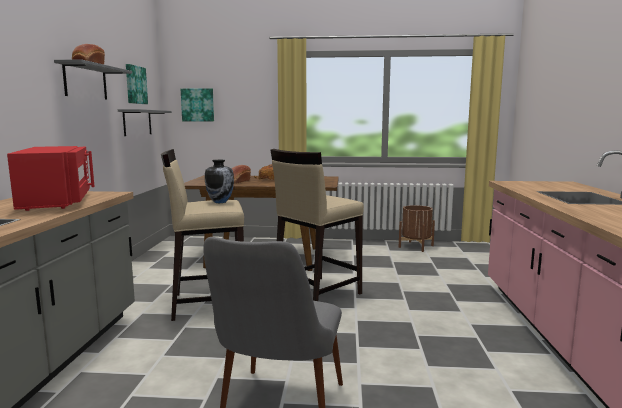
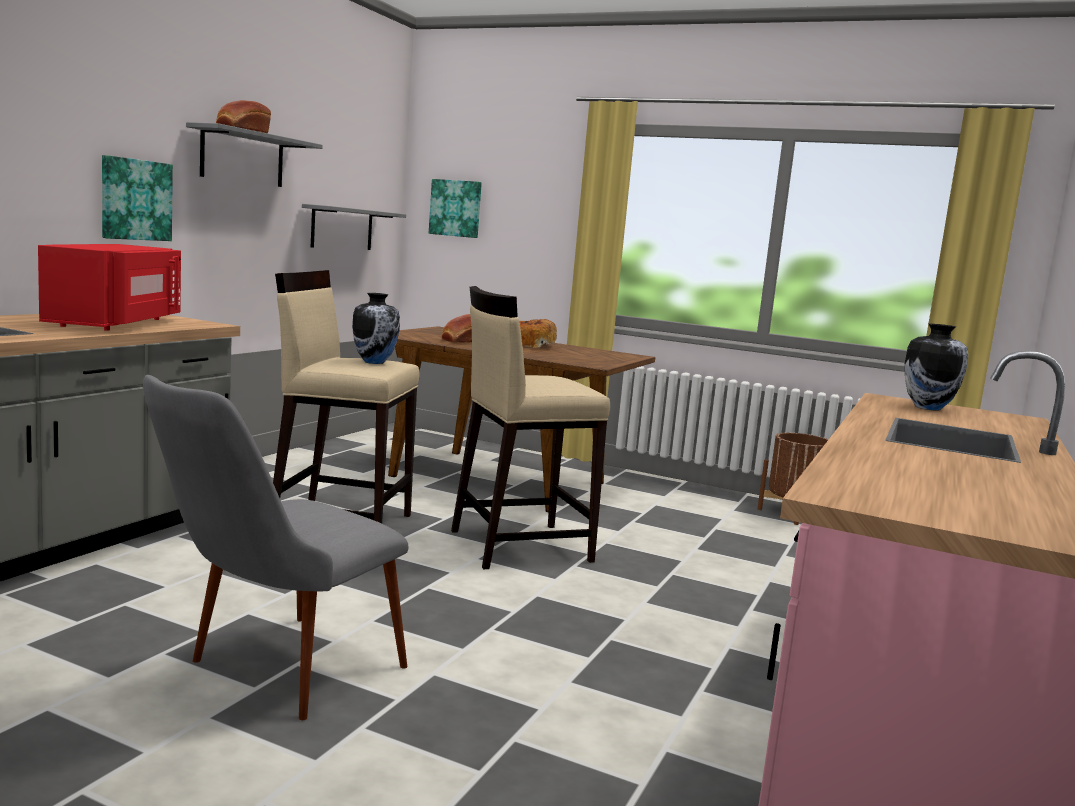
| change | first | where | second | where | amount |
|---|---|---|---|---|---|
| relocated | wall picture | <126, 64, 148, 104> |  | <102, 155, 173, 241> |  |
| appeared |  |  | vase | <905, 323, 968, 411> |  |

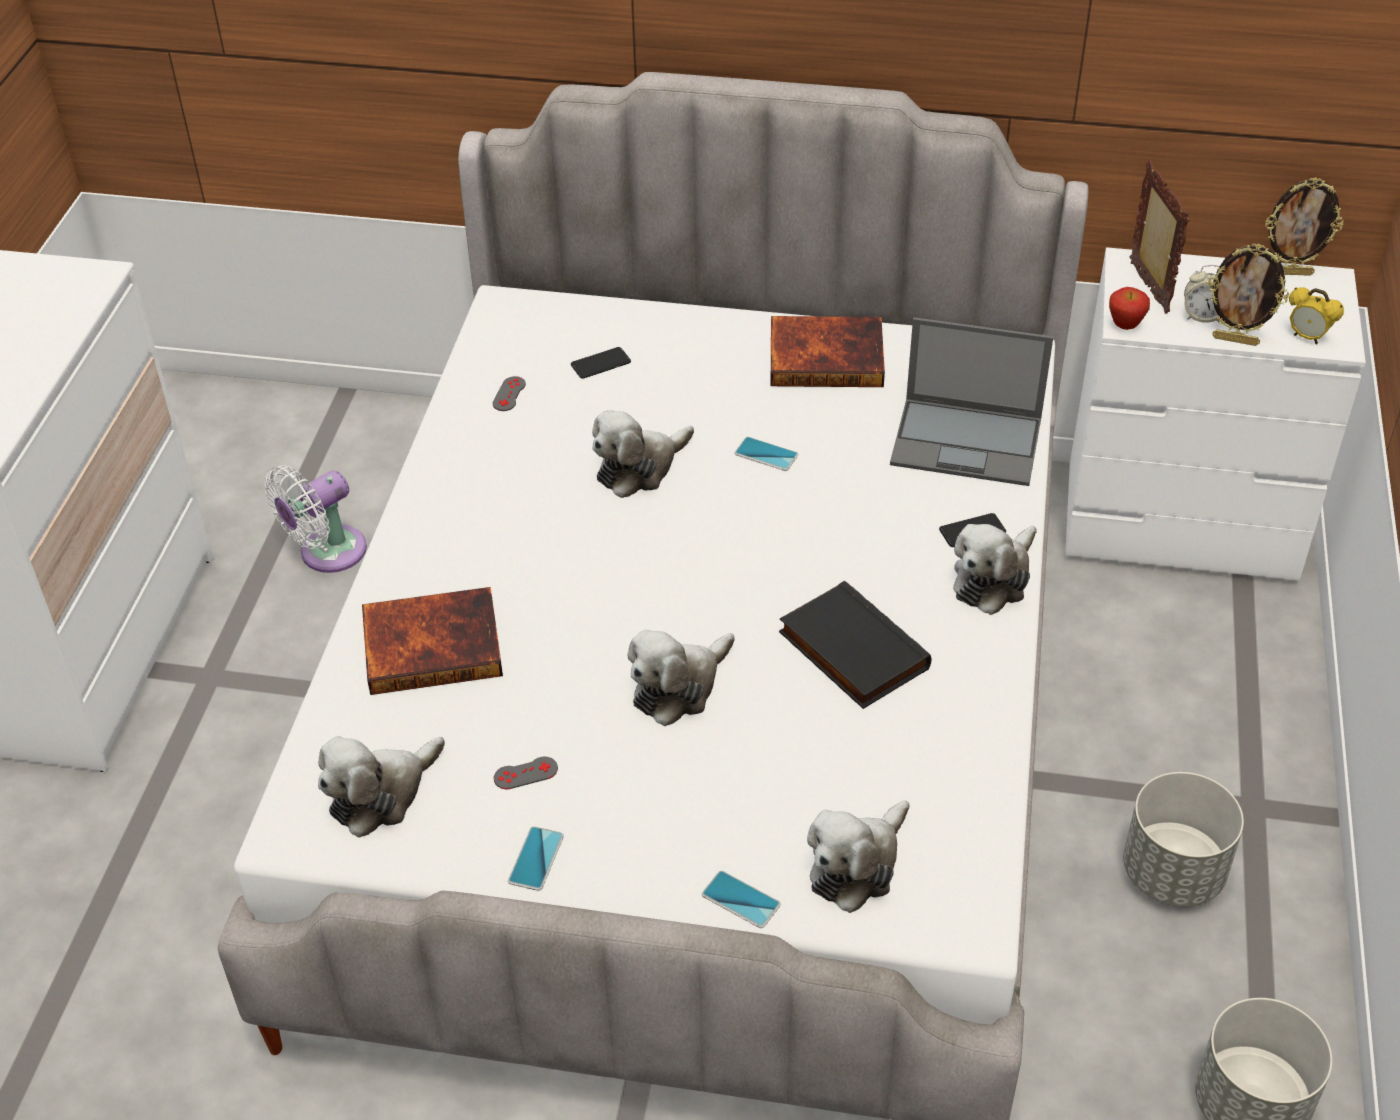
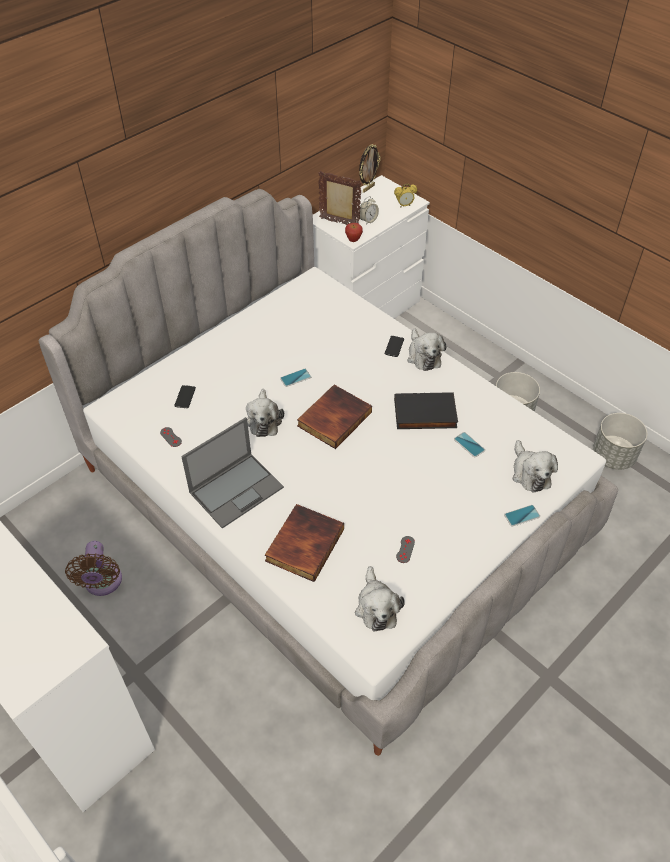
| change | first | where | second | where | amount |
|---|---|---|---|---|---|
| colour | white cooling fan | <265, 465, 367, 573> | brown cooling fan | <65, 541, 122, 596> |  |
| relocated | handset | <508, 826, 564, 891> |  | <454, 432, 485, 457> |  |
| missing | soft toy | <627, 629, 735, 726> |  |  |  |
| relocated | book | <771, 316, 885, 387> |  | <297, 385, 372, 449> |  |
| relocated | portable computer | <890, 317, 1053, 486> |  | <181, 417, 284, 529> |  |
| missing | photo frame | <1207, 244, 1289, 346> |  |  |  |

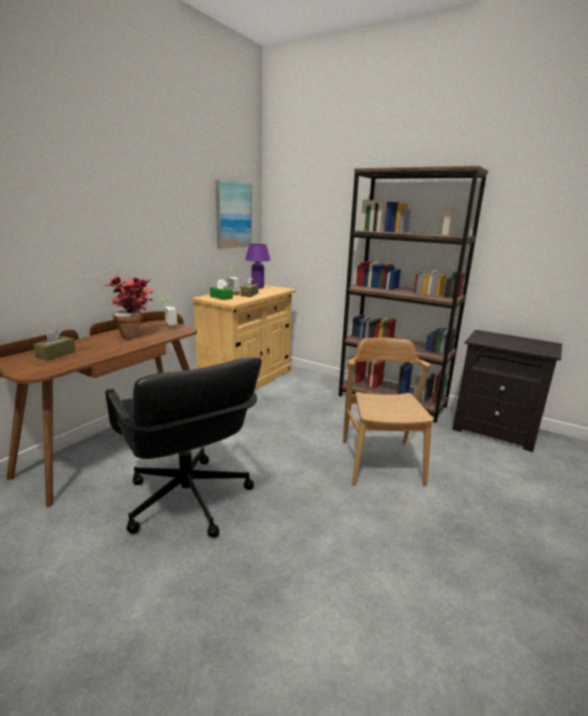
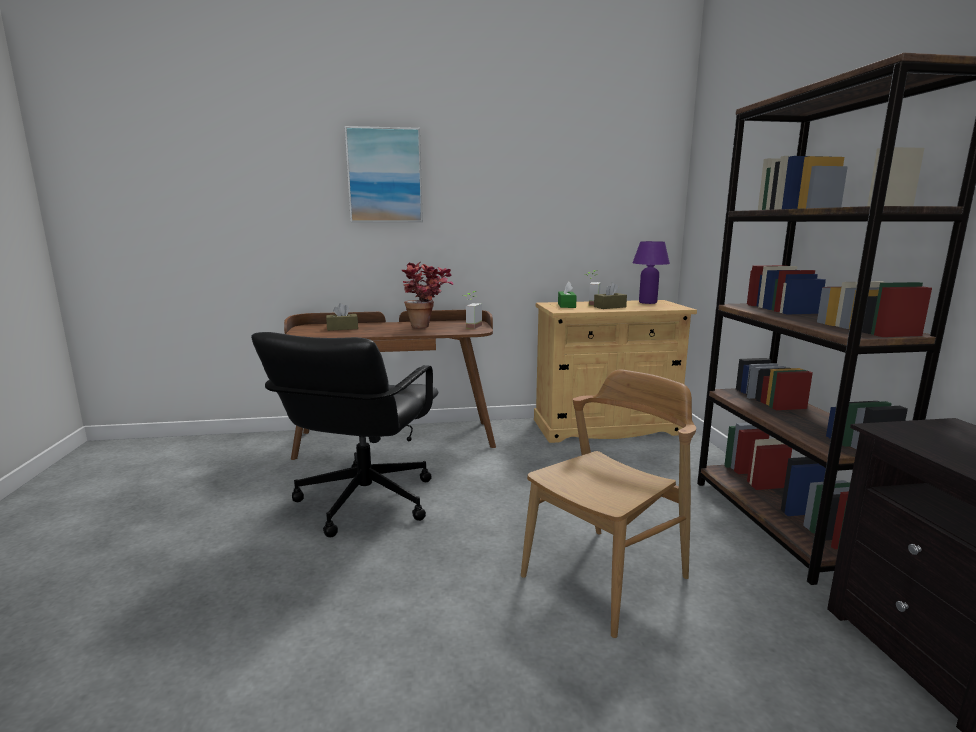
| change | first | where | second | where | amount |
|---|---|---|---|---|---|
| relocated | wall picture | <215, 180, 252, 249> |  | <345, 126, 423, 222> |  |

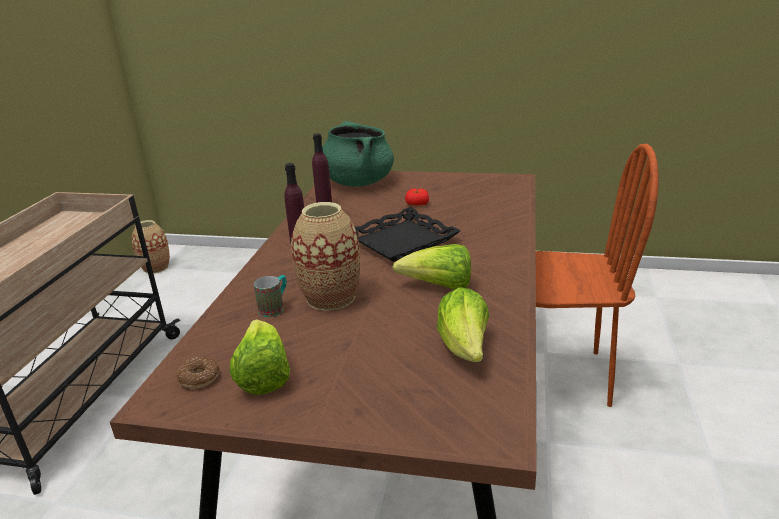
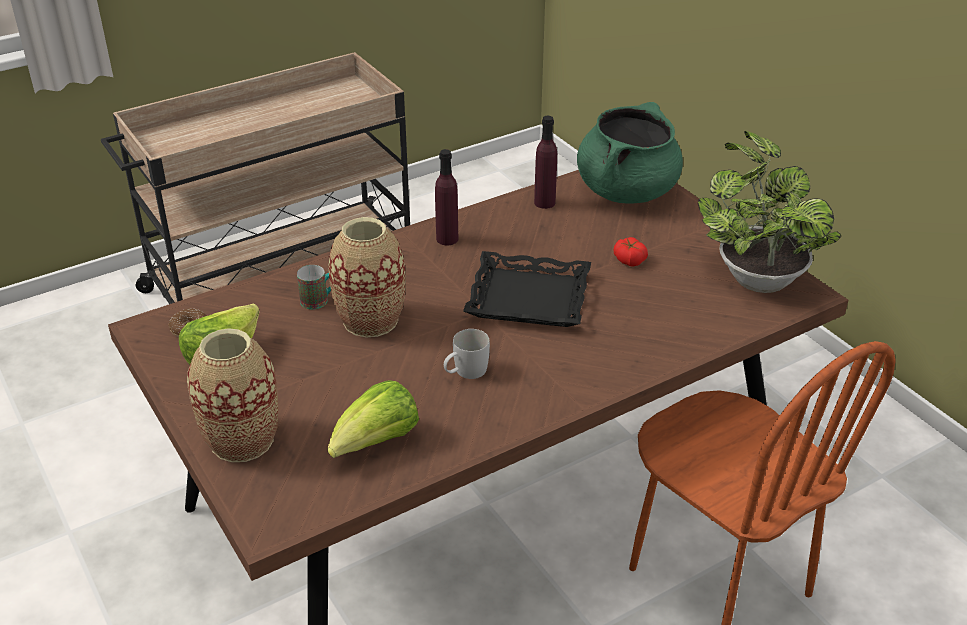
| change | first | where | second | where | amount |
|---|---|---|---|---|---|
| relocated | vase | <132, 220, 170, 273> |  | <187, 328, 278, 462> |  |
| exchanged | lettuce head | <392, 244, 471, 290> | white tea mug | <444, 329, 490, 379> |  |
| appeared |  |  | plant in a pot | <698, 131, 841, 293> |  |

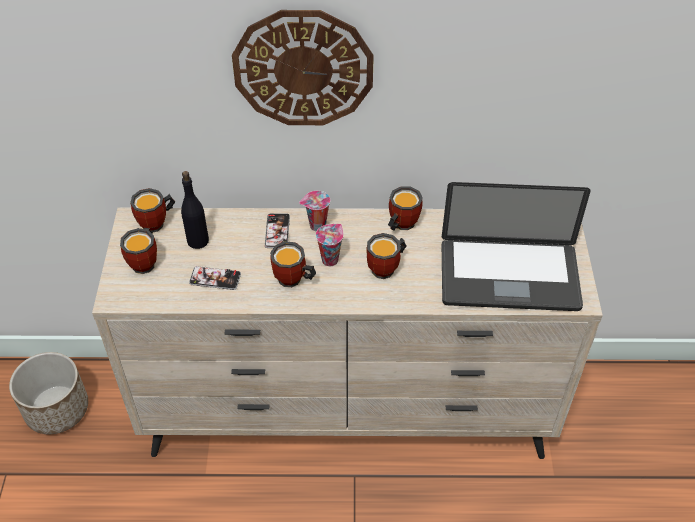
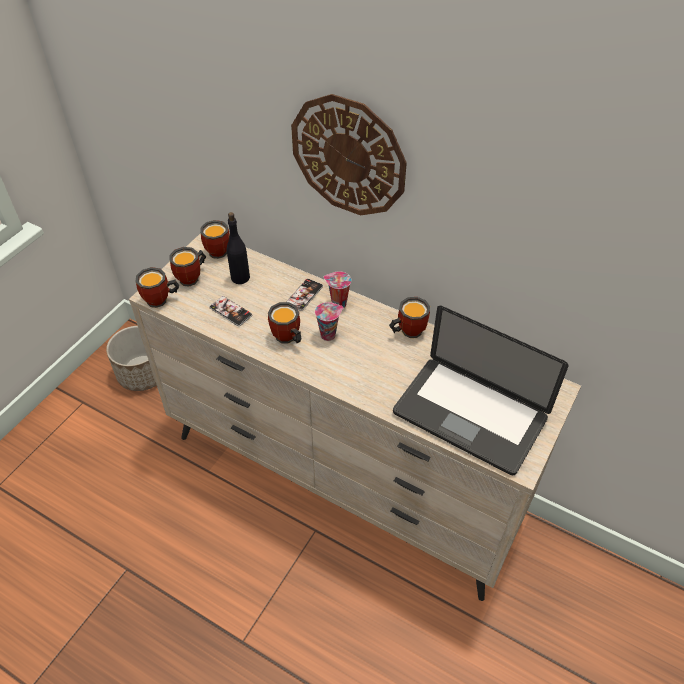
| change | first | where | second | where | amount |
|---|---|---|---|---|---|
| relocated | tea mug | <366, 233, 407, 279> |  | <135, 267, 179, 308> |  |

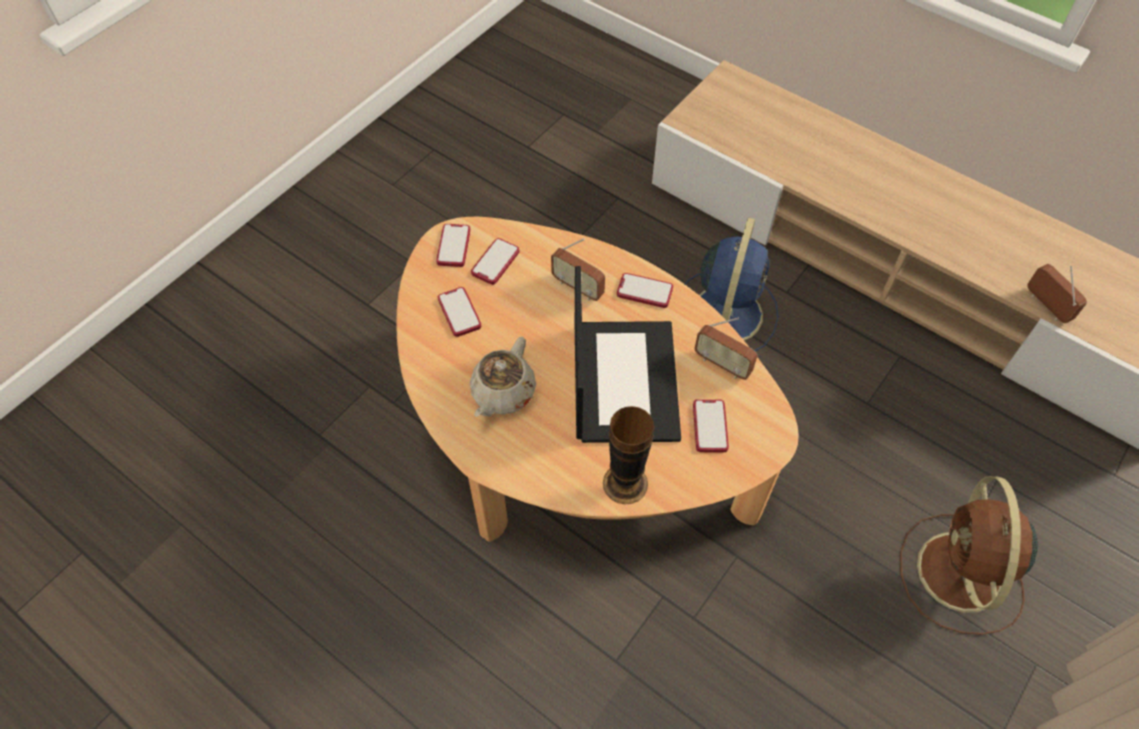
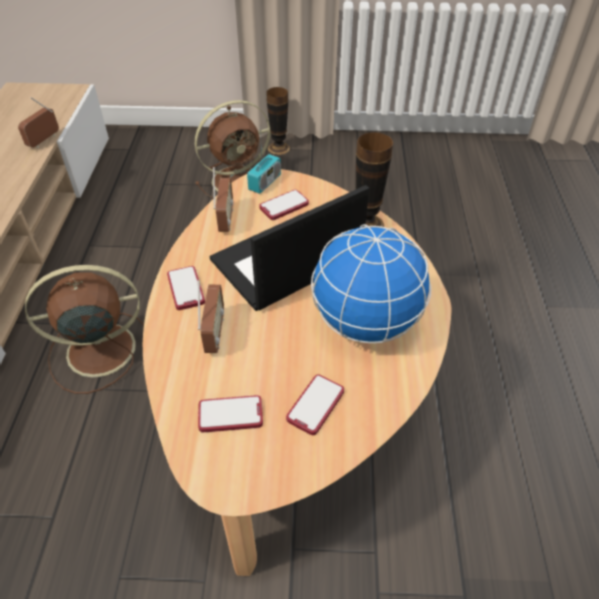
| change | first | where | second | where | amount |
|---|---|---|---|---|---|
| missing | handset | <436, 224, 471, 267> |  |  |  |
| exchanged | sand-coloured teapot | <470, 337, 536, 417> | desk globe | <311, 224, 431, 343> |  |
| colour | blue cooling fan | <685, 218, 778, 351> | brown cooling fan | <25, 265, 144, 394> |  |
| appeared |  |  | radio | <247, 131, 281, 194> |  |
| appeared |  |  | vase | <266, 87, 290, 155> |  |

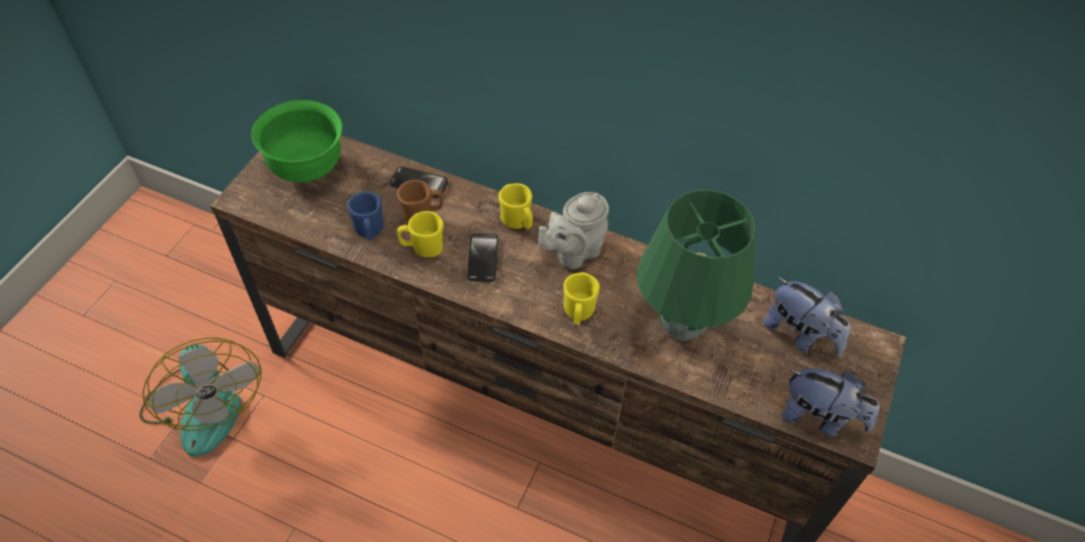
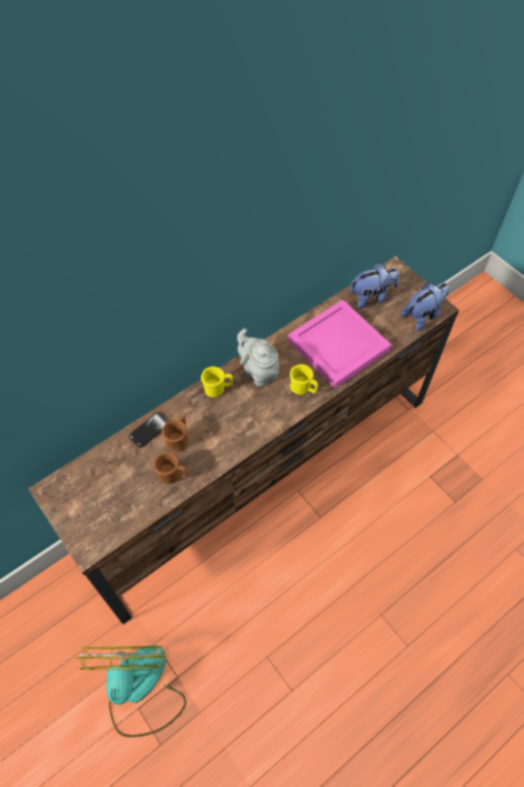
| change | first | where | second | where | amount |
|---|---|---|---|---|---|
| spun | cooling fan | <139, 338, 261, 457> |  | <76, 645, 186, 737> | 90 degrees counterclockwise |
| missing | greenish bowl | <252, 100, 343, 183> |  |  |  |
| colour | blue tea mug | <347, 191, 384, 240> | brown tea mug | <153, 452, 188, 484> |  |
| missing | yellow tea mug | <397, 211, 444, 257> |  |  |  |
| missing | handset | <467, 233, 498, 282> |  |  |  |
| spun | gray teapot | <538, 192, 609, 269> |  | <237, 328, 279, 387> | 150 degrees clockwise |
| exchanged | greenish lamp for a table | <637, 190, 756, 341> | pink-coloured tray | <288, 300, 391, 388> |  |

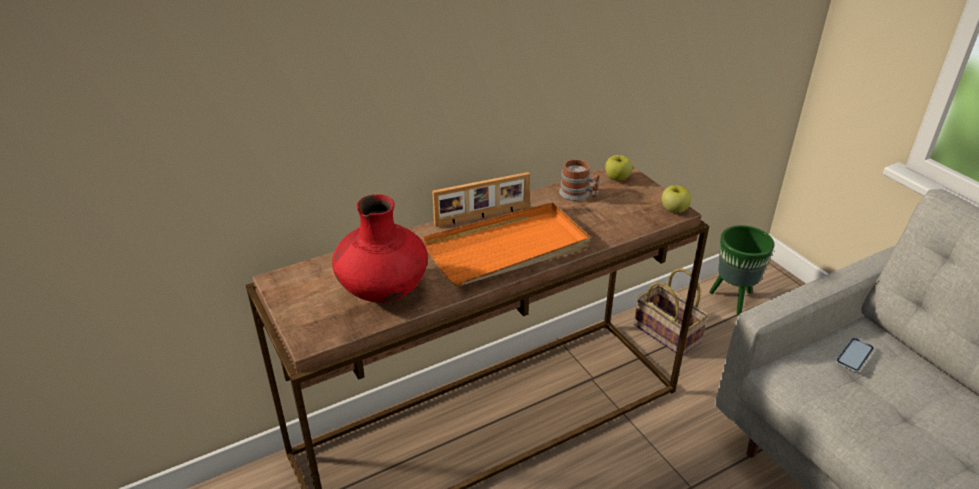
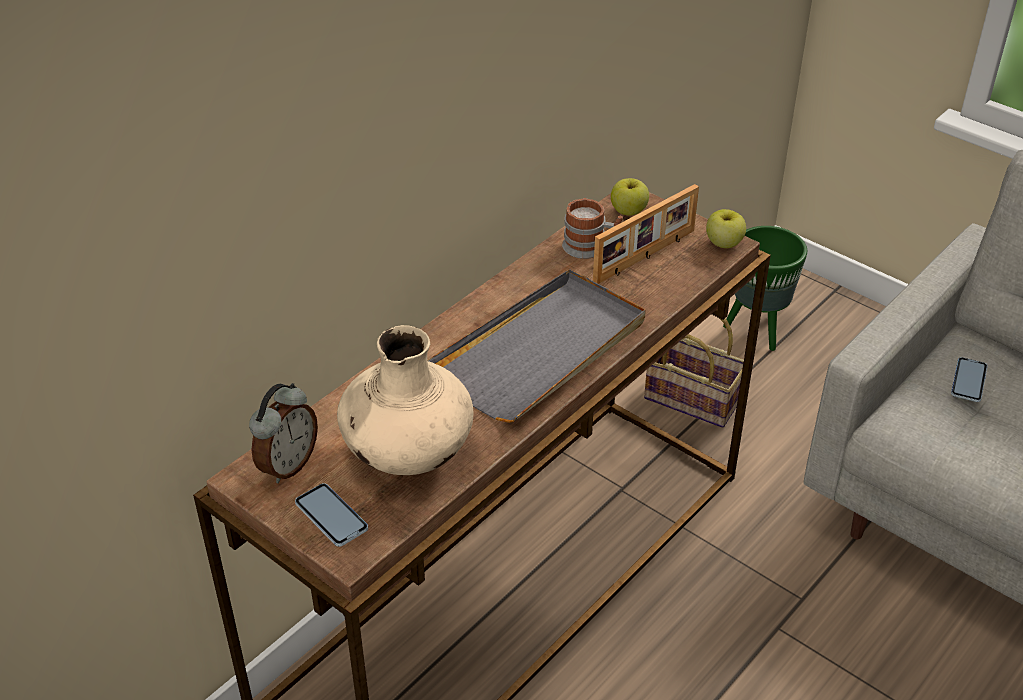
| change | first | where | second | where | amount |
|---|---|---|---|---|---|
| colour | red-coloured vase | <332, 194, 428, 303> | sand-coloured vase | <337, 325, 474, 475> |  |
| colour | orange-coloured tray | <423, 203, 591, 286> | gray tray | <427, 269, 646, 423> |  |
| relocated | photo frame | <432, 172, 530, 227> |  | <593, 184, 699, 284> |  |
| appeared |  |  | alarm clock | <249, 383, 318, 483> |  |
| appeared |  |  | handset | <295, 483, 368, 547> |  |

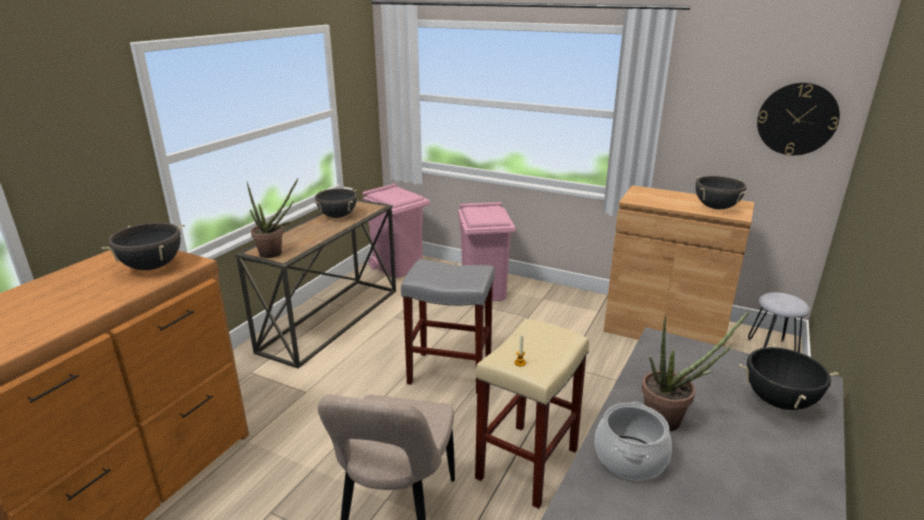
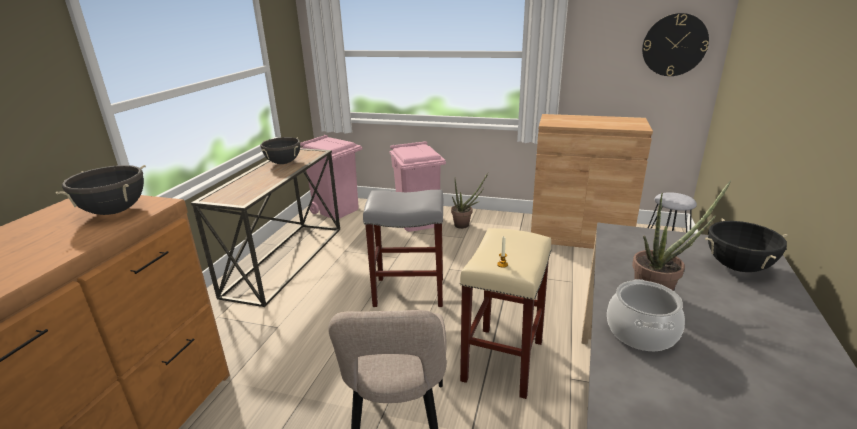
| change | first | where | second | where | amount |
|---|---|---|---|---|---|
| relocated | plant in a pot | <247, 179, 298, 258> |  | <451, 173, 488, 229> |  |
| missing | black-coloured cooking pot | <695, 176, 747, 210> |  |  |  |

